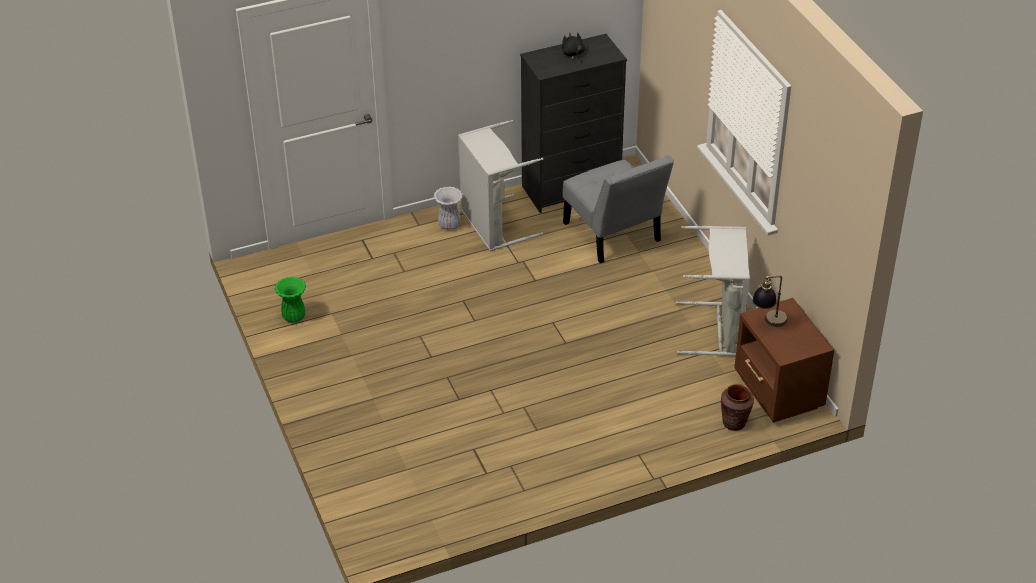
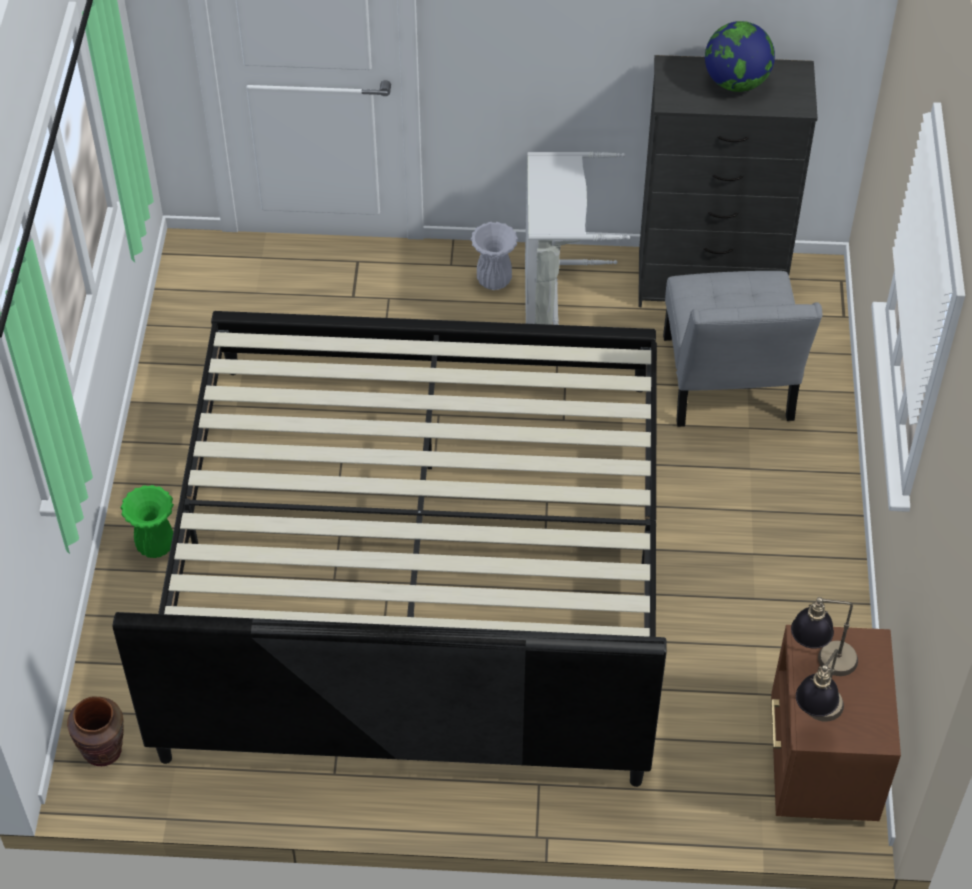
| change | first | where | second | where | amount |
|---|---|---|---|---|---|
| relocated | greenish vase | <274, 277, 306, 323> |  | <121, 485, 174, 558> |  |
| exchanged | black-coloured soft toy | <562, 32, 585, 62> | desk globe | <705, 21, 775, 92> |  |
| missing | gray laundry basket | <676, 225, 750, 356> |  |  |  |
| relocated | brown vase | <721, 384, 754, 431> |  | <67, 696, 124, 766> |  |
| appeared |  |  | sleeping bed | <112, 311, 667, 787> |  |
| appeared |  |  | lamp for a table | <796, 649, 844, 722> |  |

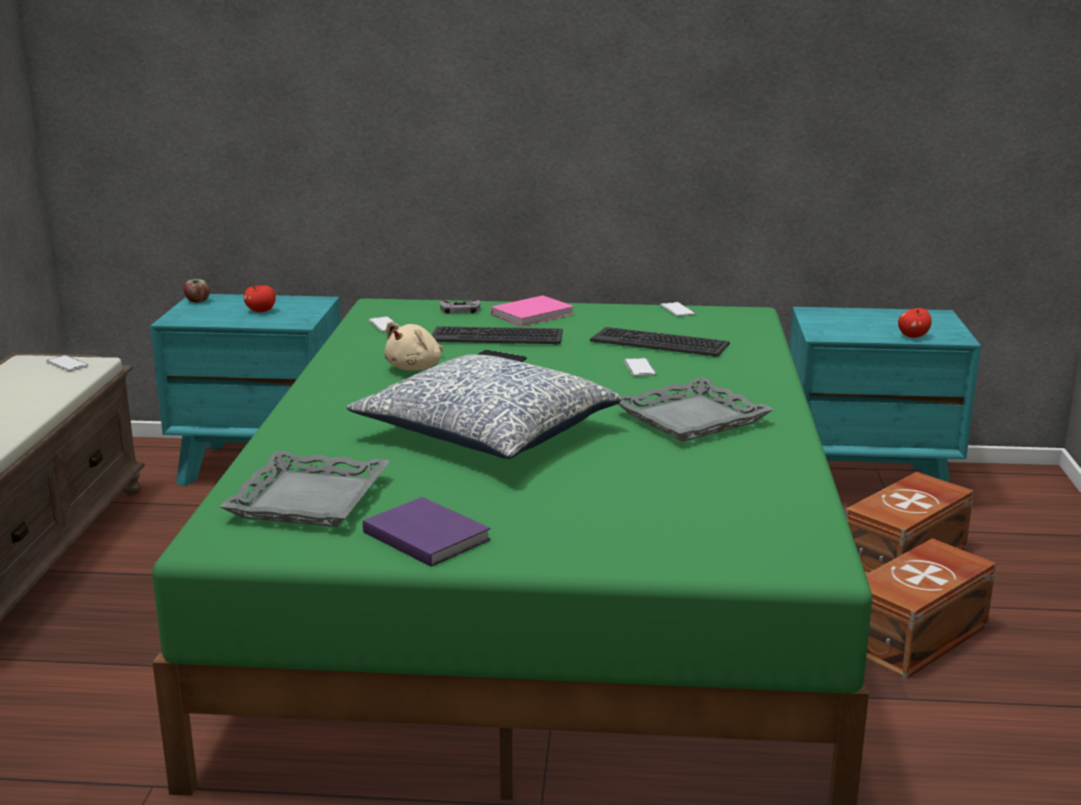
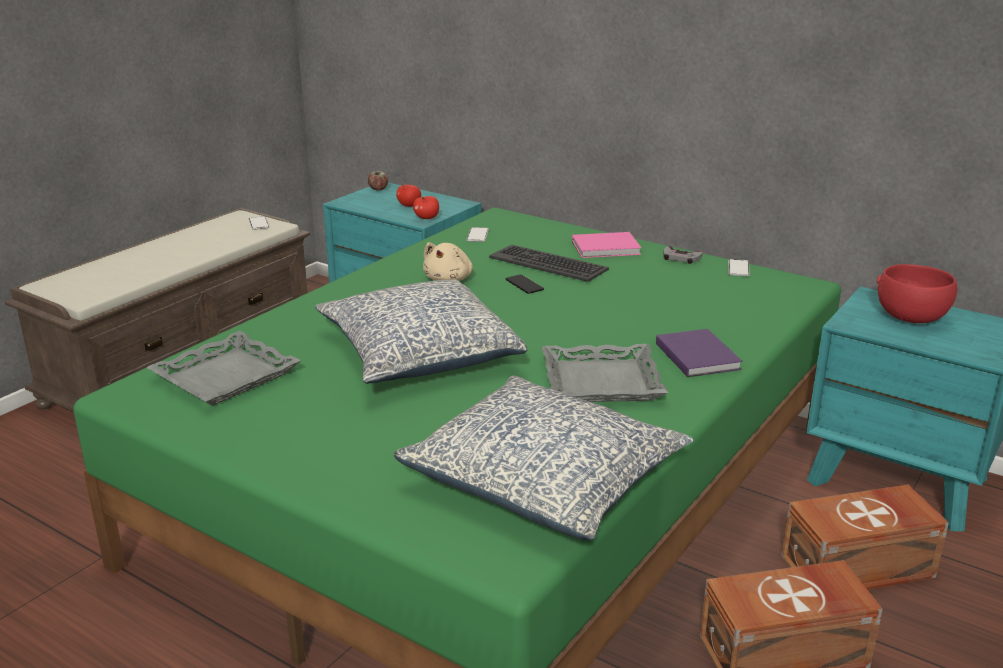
| change | first | where | second | where | amount |
|---|---|---|---|---|---|
| relocated | purple book | <363, 497, 491, 566> |  | <656, 329, 742, 377> |  |
| spun | sand-coloured soft toy | <384, 321, 443, 371> |  | <423, 242, 473, 281> | 45 degrees counterclockwise |
| relocated | gray game controller | <440, 300, 480, 314> |  | <664, 246, 702, 264> |  |
| missing | keyboard | <590, 327, 730, 357> |  |  |  |
| missing | handset | <624, 358, 657, 377> |  |  |  |
| relocated | apple | <898, 308, 932, 338> |  | <413, 196, 439, 219> |  |
| appeared |  |  | pillow | <394, 376, 693, 540> |  |
| appeared |  |  | red-coloured bowl | <877, 264, 957, 323> |  |

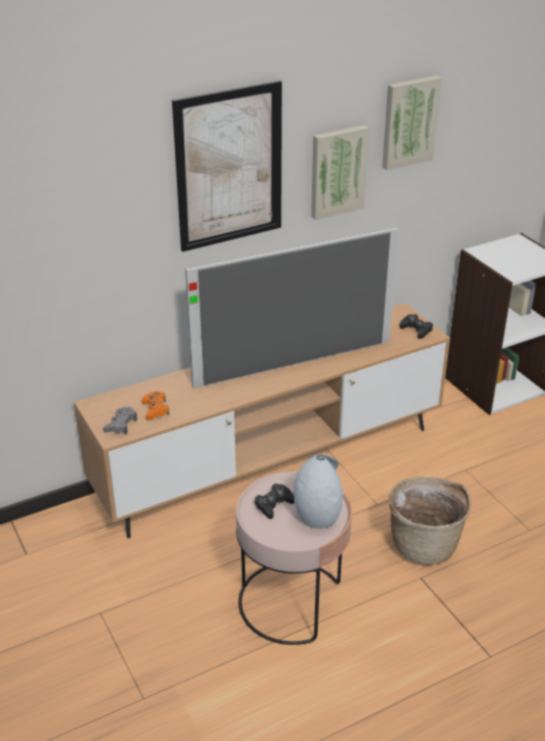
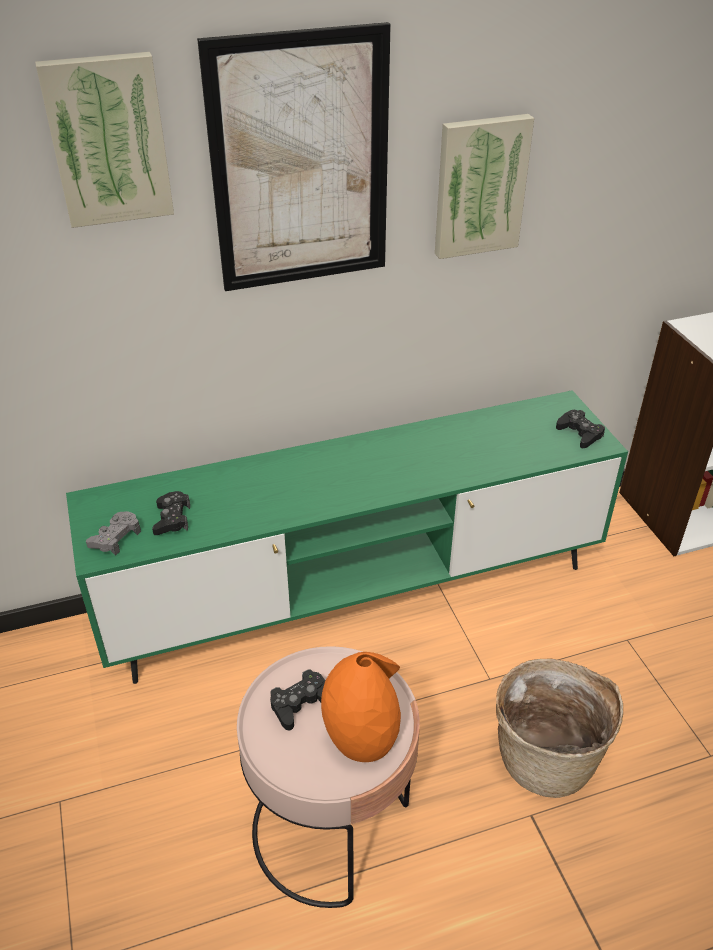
| change | first | where | second | where | amount |
|---|---|---|---|---|---|
| colour | brown tv unit | <74, 303, 450, 538> | greenish tv unit | <66, 390, 628, 684> |  |
| colour | orange-coloured game controller | <142, 391, 169, 420> | black-coloured game controller | <152, 491, 190, 535> |  |
| missing | TV set | <185, 227, 399, 389> |  |  |  |
| colour | gray vase | <293, 454, 343, 529> | orange-coloured vase | <321, 652, 401, 762> |  |
| relocated | wall picture | <382, 76, 442, 170> |  | <35, 52, 174, 228> |  |

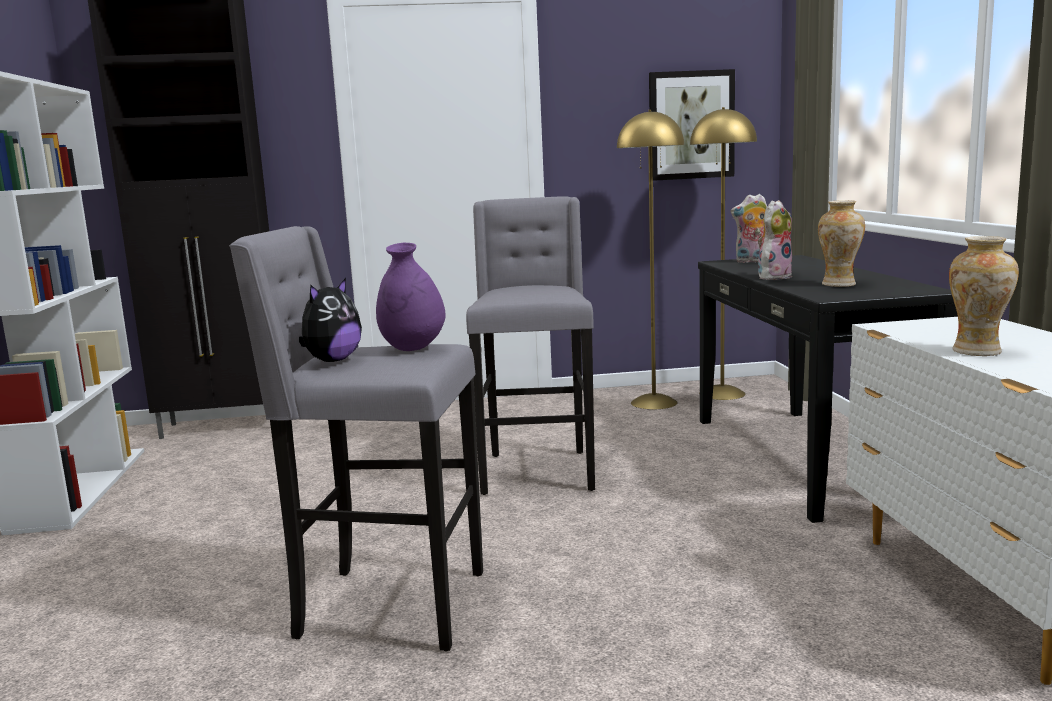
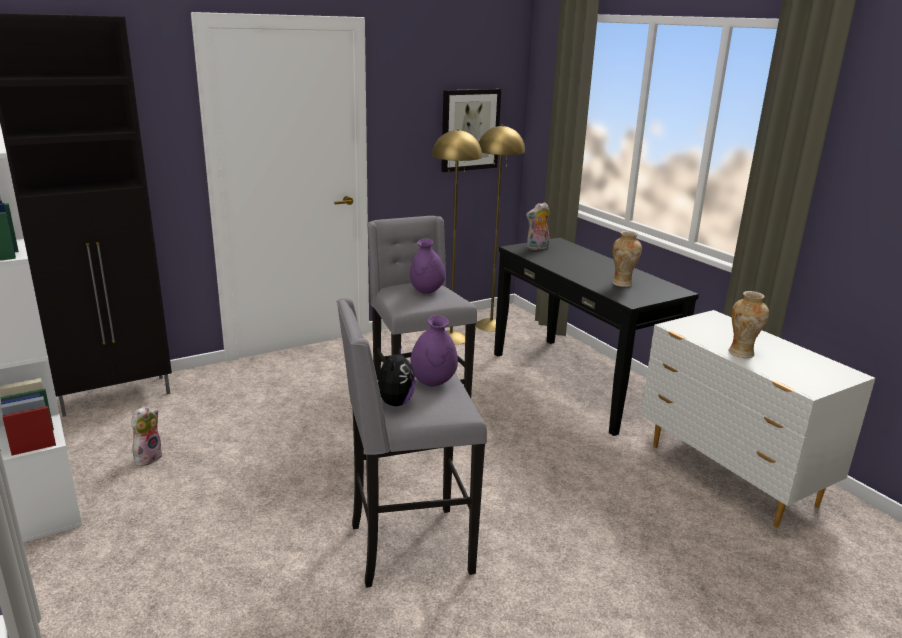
| change | first | where | second | where | amount |
|---|---|---|---|---|---|
| relocated | soft toy | <758, 200, 792, 280> |  | <132, 406, 163, 466> |  |
| appeared |  |  | purple vase | <410, 239, 446, 294> |  |

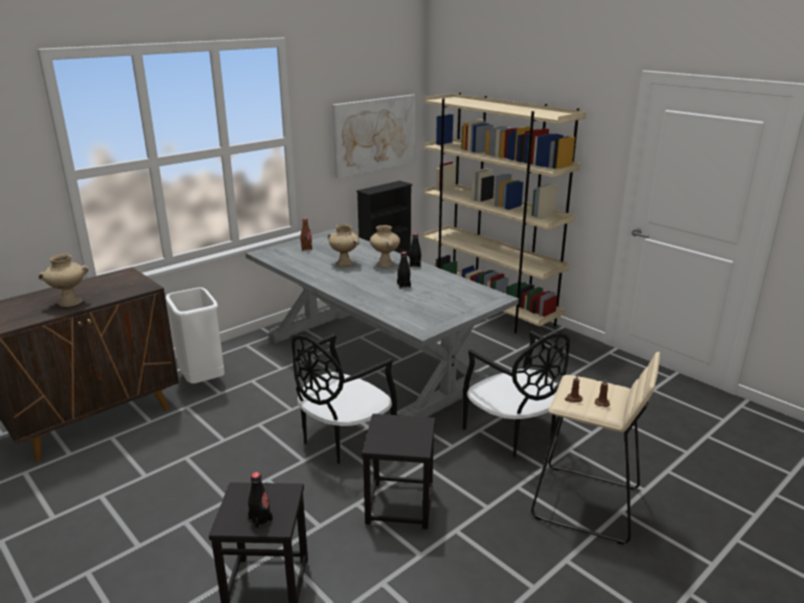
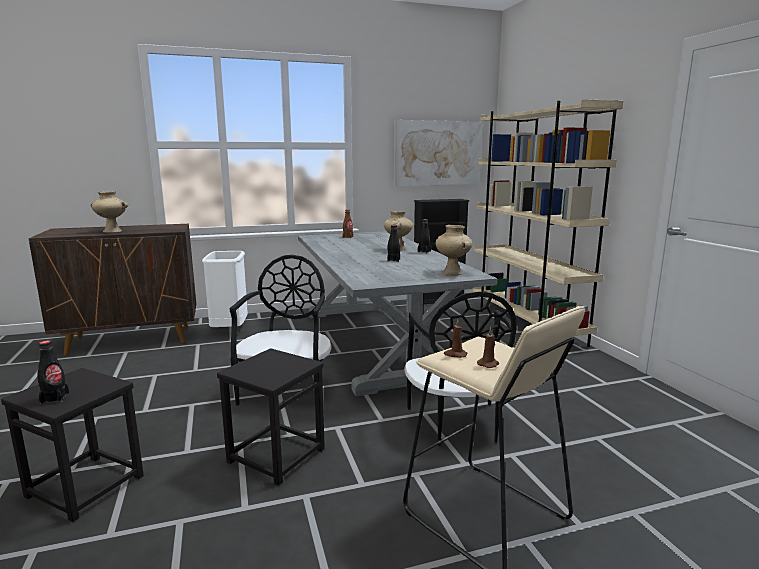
| change | first | where | second | where | amount |
|---|---|---|---|---|---|
| spun | black-coloured plain chair | <292, 334, 397, 464> |  | <230, 255, 331, 405> | 120 degrees clockwise |
| relocated | sand-coloured vase | <328, 224, 359, 267> |  | <435, 225, 473, 275> |  |

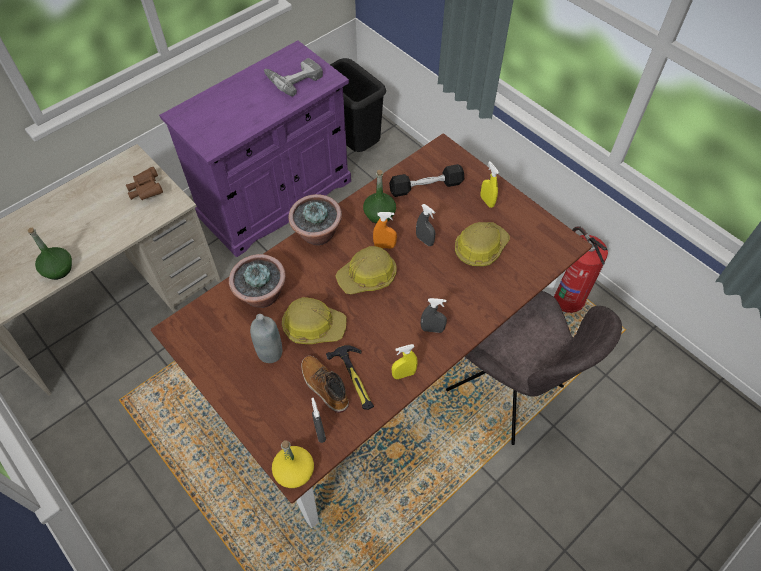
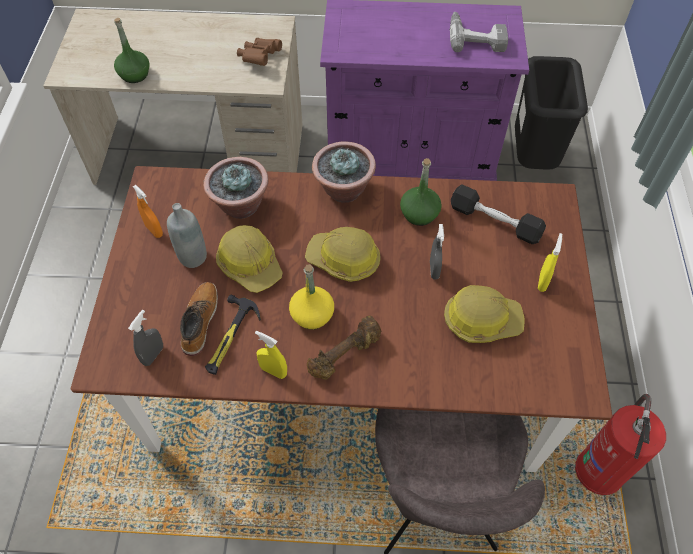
| change | first | where | second | where | amount |
|---|---|---|---|---|---|
| relocated | yellow bottle | <272, 441, 314, 488> |  | <289, 264, 334, 329> |  |
| relocated | orange-coloured sprayer | <373, 212, 397, 248> |  | <133, 185, 163, 238> |  |
| exchanged | gray sprayer | <421, 298, 447, 333> | brown hand weight | <307, 315, 381, 380> |  |

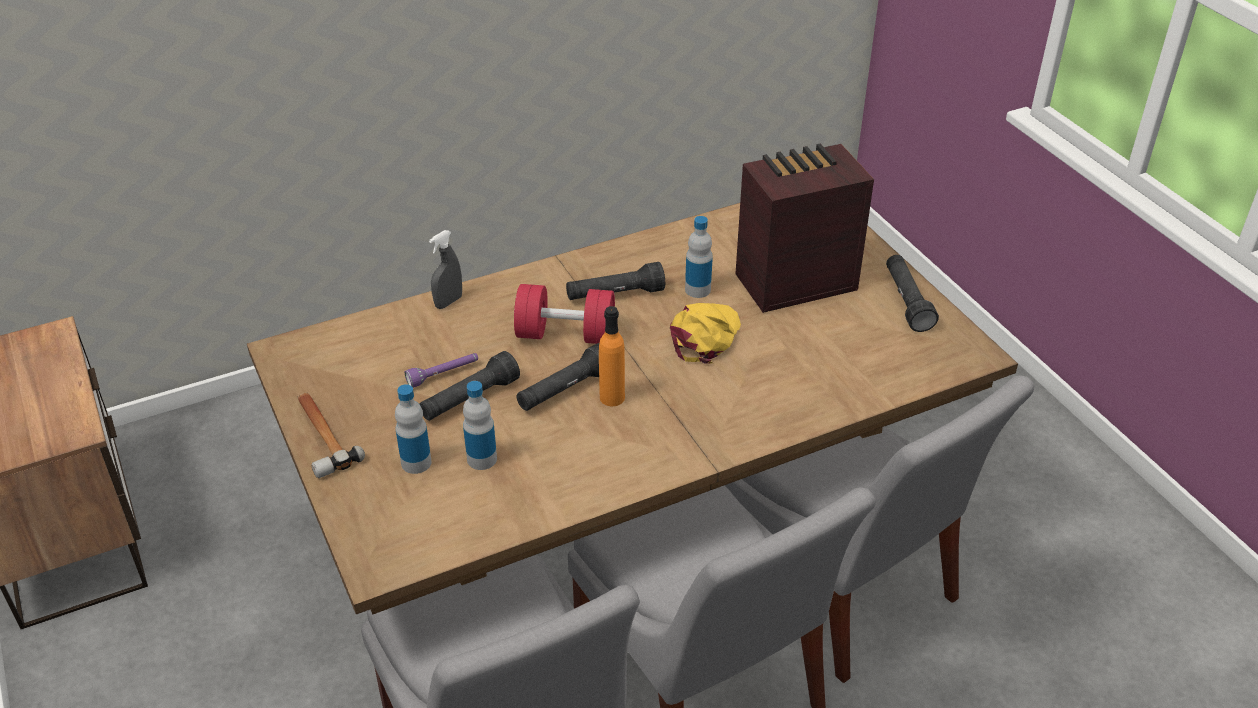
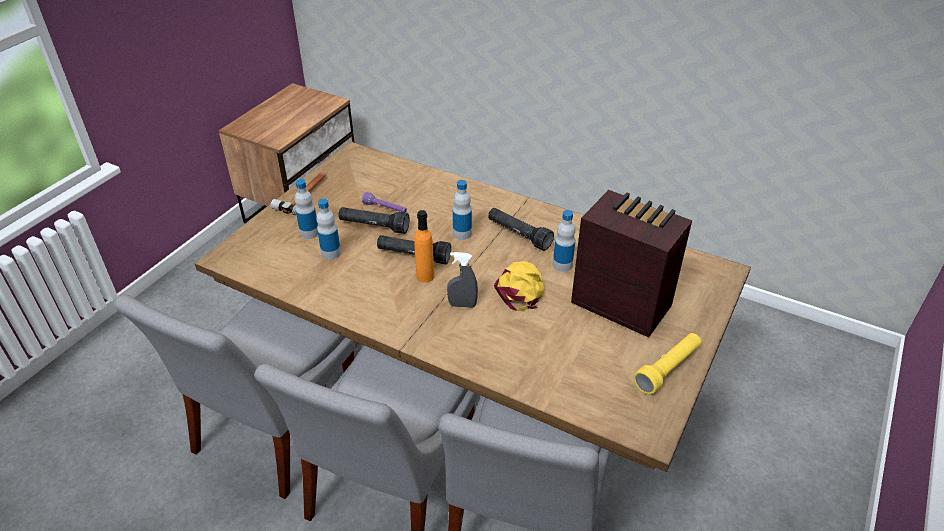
| change | first | where | second | where | amount |
|---|---|---|---|---|---|
| relocated | gray sprayer | <429, 230, 462, 309> |  | <447, 252, 478, 308> |  |
| exchanged | red-coloured hand weight | <514, 284, 615, 344> | bottle | <453, 180, 472, 240> |  |
| spun | yellow cap | <670, 303, 741, 364> |  | <494, 261, 545, 311> | 75 degrees counterclockwise |
| colour | black-coloured flashlight | <886, 255, 939, 332> | yellow flashlight | <634, 333, 701, 394> |  |

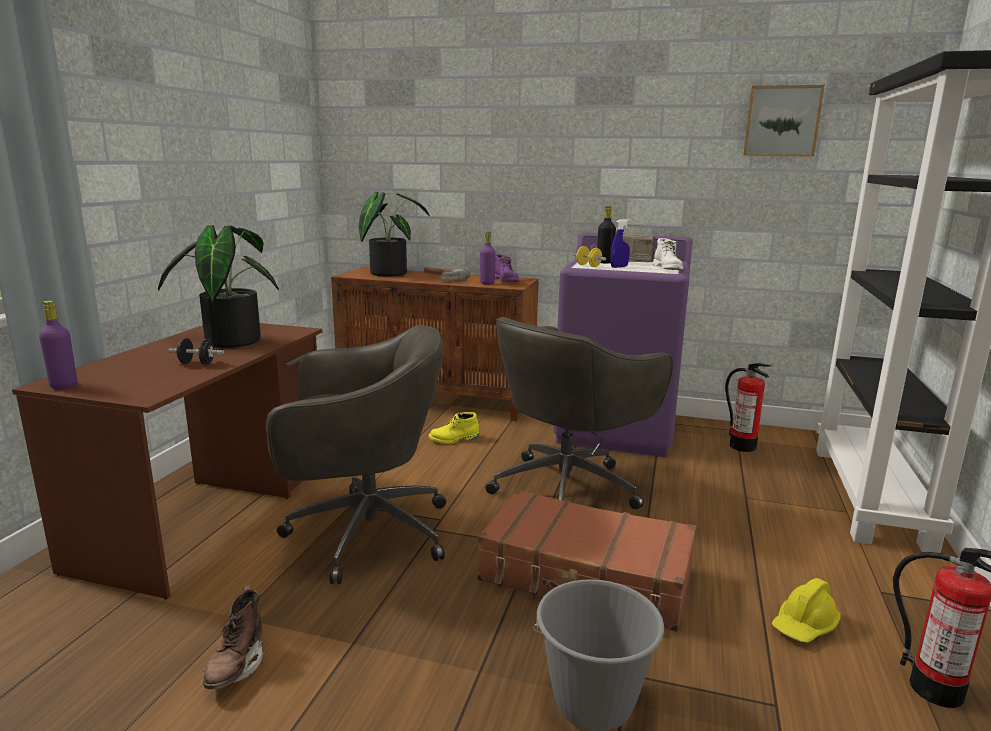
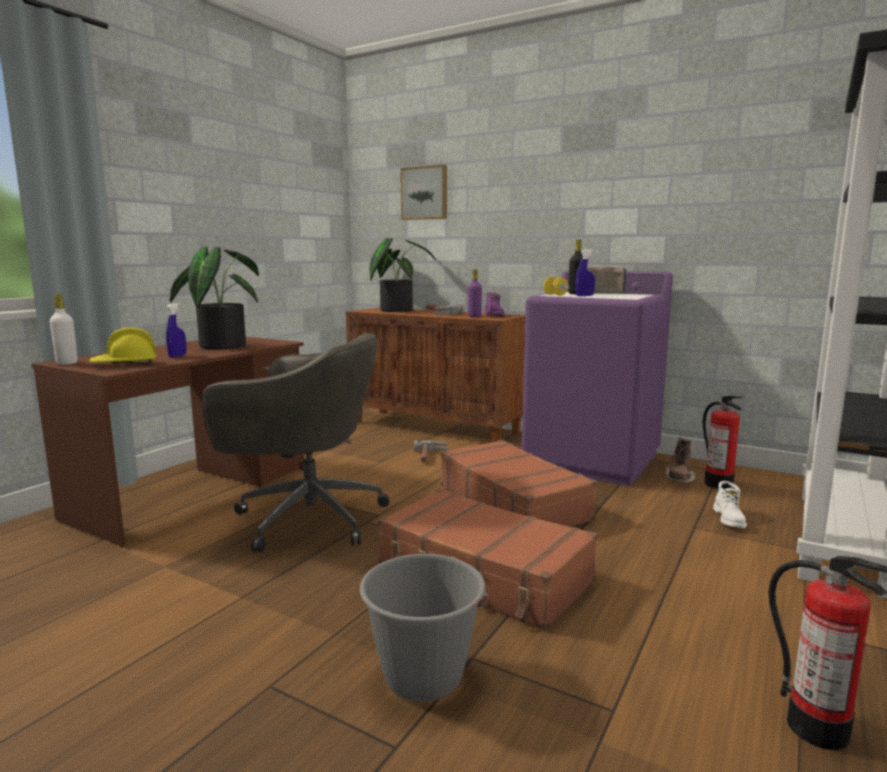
| change | first | where | second | where | amount |
|---|---|---|---|---|---|
| colour | purple bottle | <39, 301, 77, 389> | white bottle | <50, 294, 78, 365> |  |
| exchanged | black-coloured hand weight | <168, 338, 224, 365> | blue sprayer | <166, 303, 186, 358> |  |
| relocated | brown tall boot | <203, 584, 263, 689> |  | <666, 437, 695, 483> |  |
| exchanged | yellow tall boot | <429, 412, 479, 444> | tool hammer | <414, 440, 448, 462> |  |
| exchanged | gray computer chair | <485, 317, 673, 509> | brown travel case | <441, 440, 597, 527> |  |
| relocated | white tall boot | <653, 238, 683, 270> |  | <713, 481, 747, 528> |  |
| relocated | wall picture | <743, 85, 825, 157> |  | <401, 165, 447, 220> |  |
| relocated | yellow hard hat | <772, 578, 840, 643> |  | <89, 327, 157, 365> |  |

